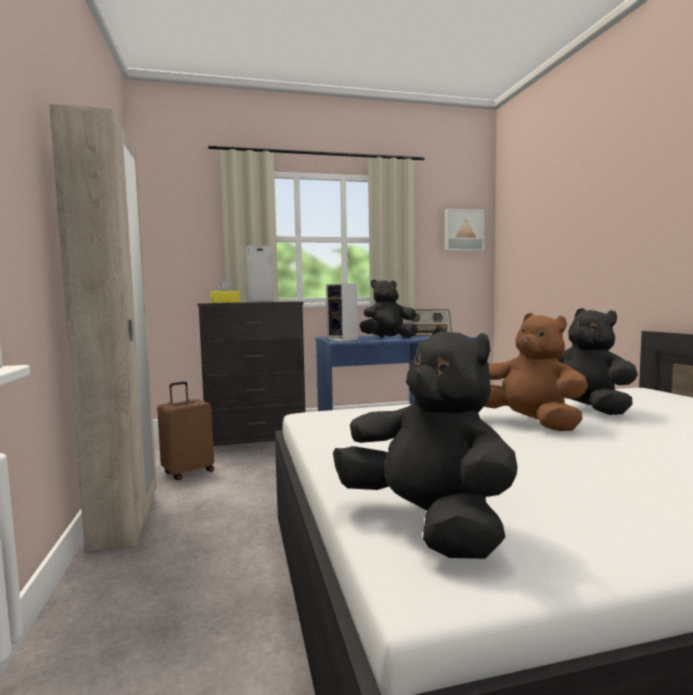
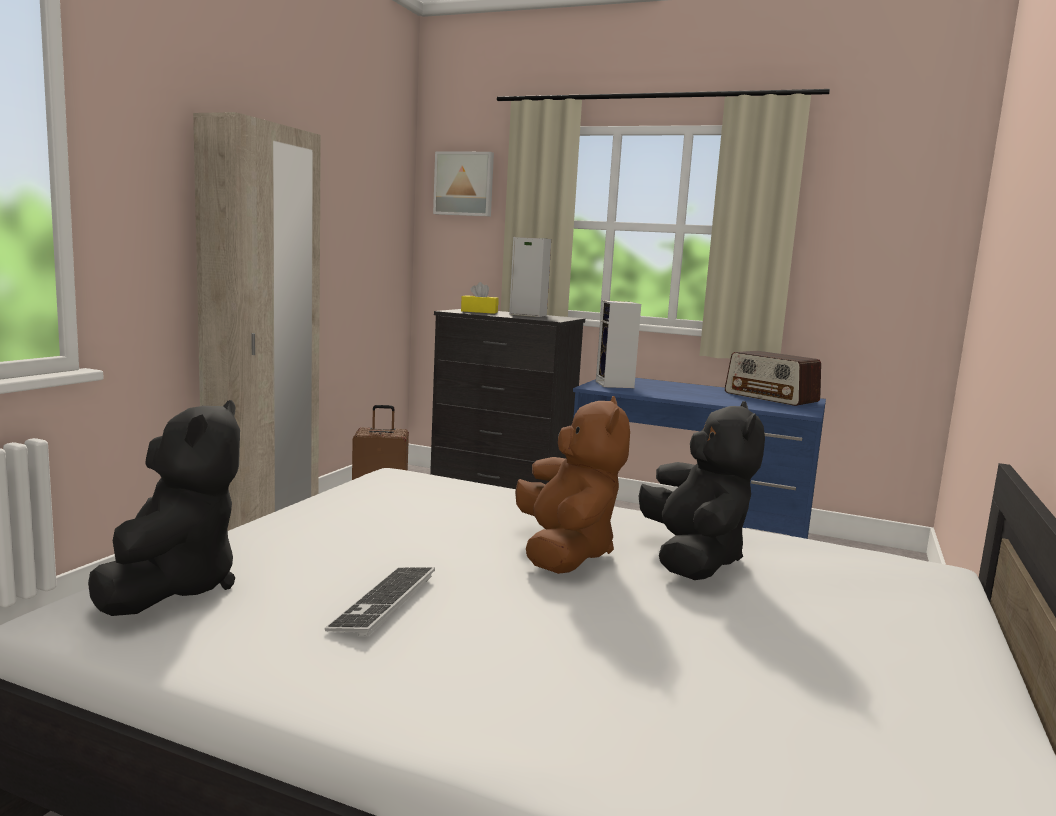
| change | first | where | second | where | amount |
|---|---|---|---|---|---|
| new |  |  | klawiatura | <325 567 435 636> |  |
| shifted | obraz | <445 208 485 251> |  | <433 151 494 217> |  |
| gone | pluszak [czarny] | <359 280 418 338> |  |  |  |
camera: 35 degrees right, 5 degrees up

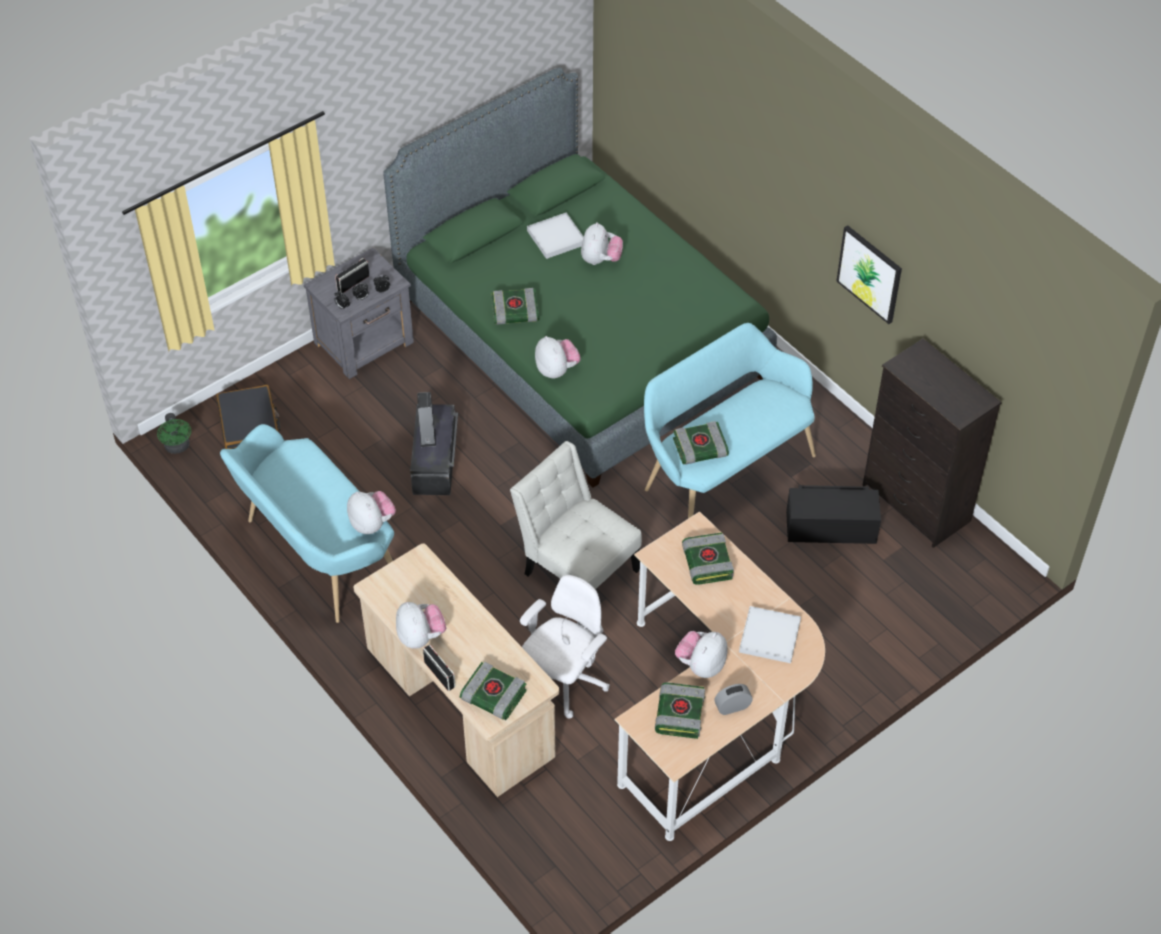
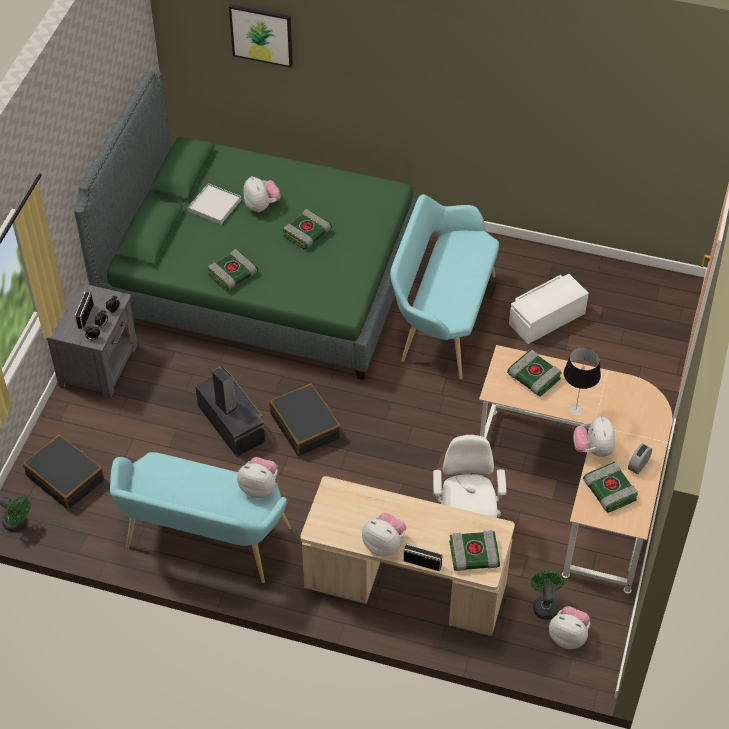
| change | first | where | second | where | amount |
|---|---|---|---|---|---|
| shifted | obraz | <836 225 902 324> |  | <229 4 293 68> |  |
| new |  |  | walizka [czarny] | <269 383 341 456> |  |
| shifted | książka | <673 421 729 465> |  | <283 209 332 250> |  |
| repainted | pojemnik do przechowywania [czarny] | <786 485 881 544> | pojemnik do przechowywania [biały] | <509 274 589 344> |  |
| new |  |  | wentylator [zielony] | <531 571 564 620> |  |
| shifted | pluszak | <535 336 581 379> |  | <549 606 590 649> |  |
| new |  |  | lampa stołowa | <564 347 601 415> |  |
| gone | krzesło [biały] | <510 441 642 589> |  |  |  |
| gone | taca [biały] | <739 606 801 663> |  |  |  |
| gone | komoda [czarny] | <863 338 1002 548> |  |  |  |
camera: 35 degrees left, 0 degrees up

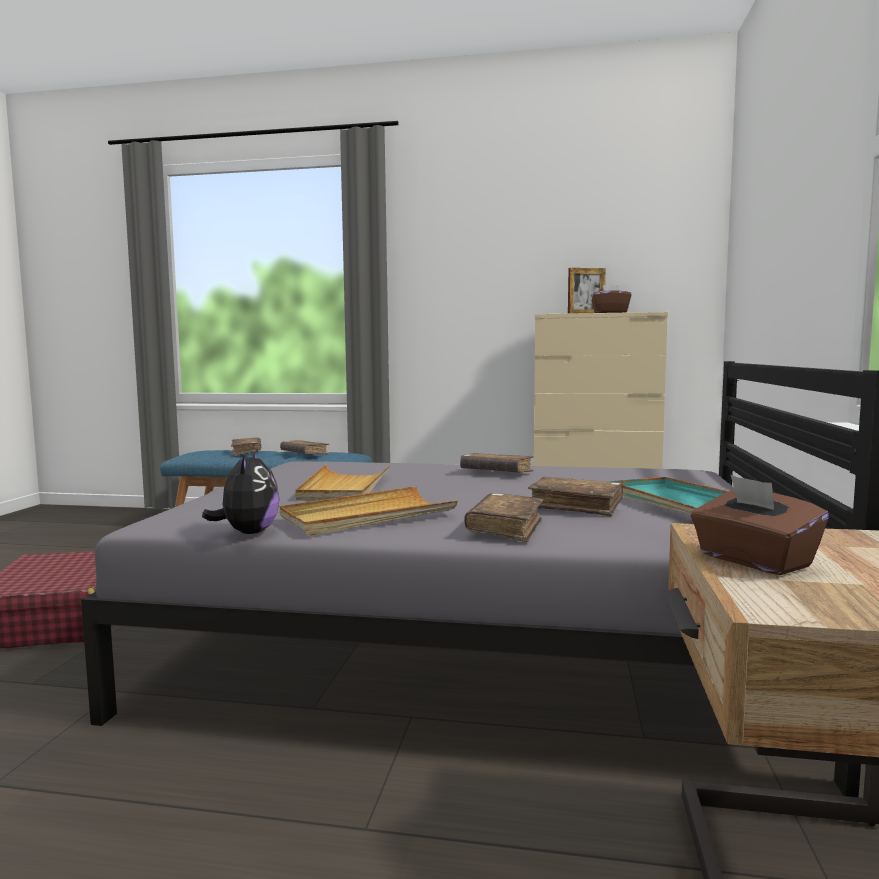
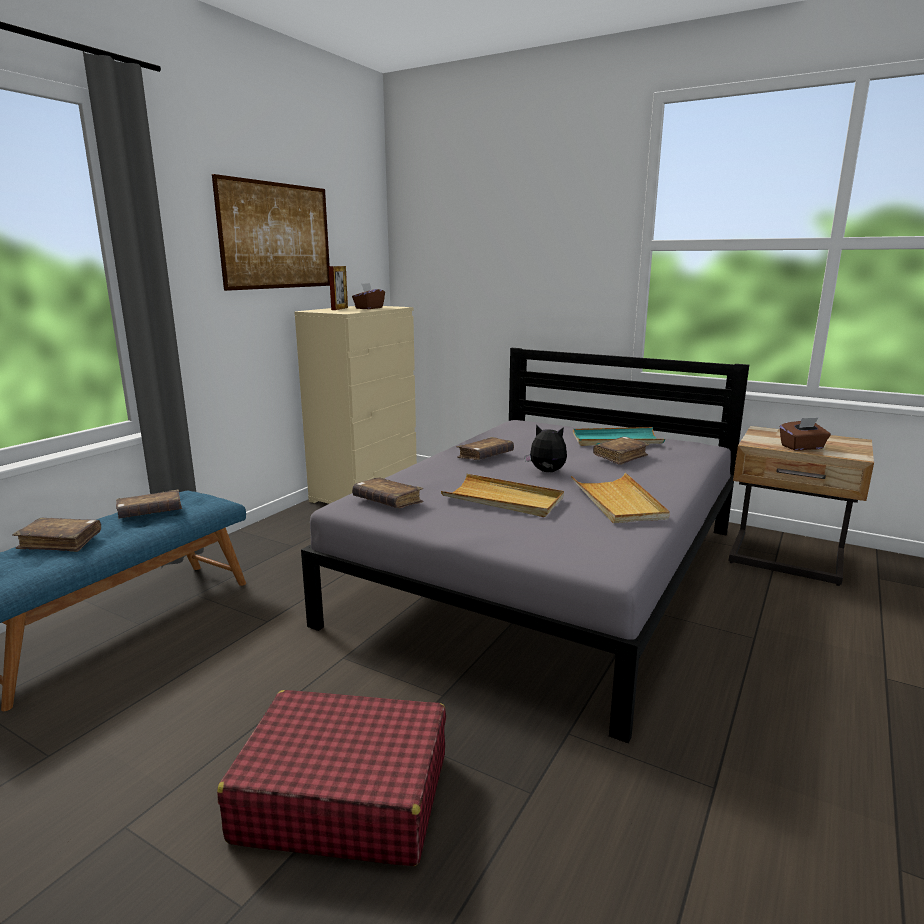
| change | first | where | second | where | amount |
|---|---|---|---|---|---|
| new |  |  | obraz | <212 174 330 291> |  |
| shifted | książka [brązowy] | <464 493 543 542> |  | <352 477 423 508> |  |
| shifted | pluszak | <202 448 279 534> |  | <525 425 567 472> |  |
camera: 70 degrees left, 10 degrees up

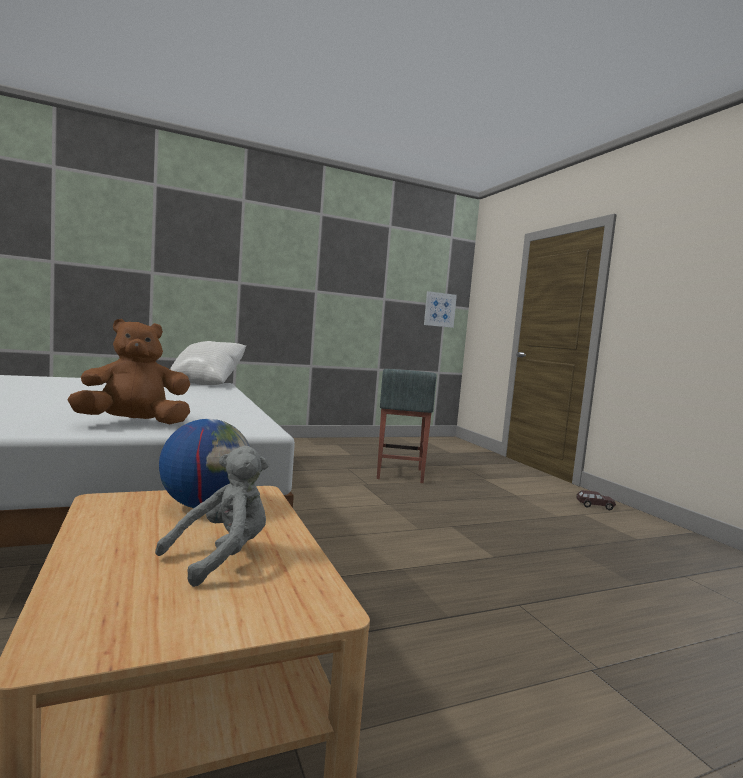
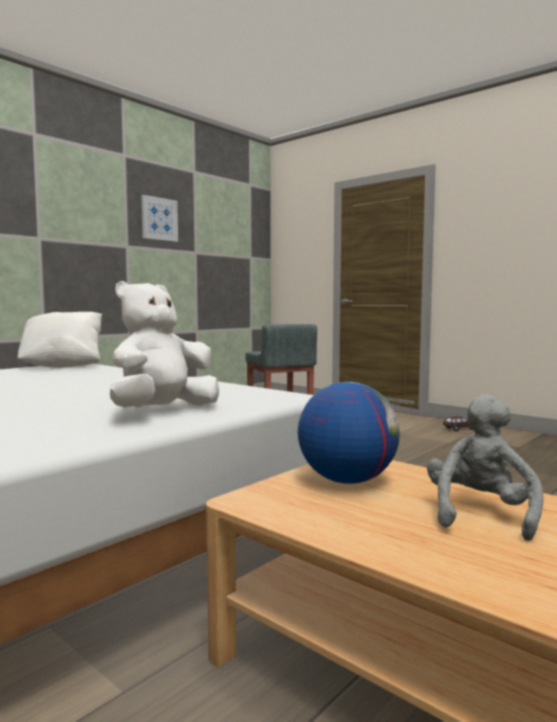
| change | first | where | second | where | amount |
|---|---|---|---|---|---|
| repainted | pluszak [brązowy] | <68 319 190 424> | pluszak [biały] | <110 281 219 408> |  |
| shifted | obraz | <424 291 457 328> |  | <141 195 178 242> |  |
camera: 25 degrees left, 0 degrees up

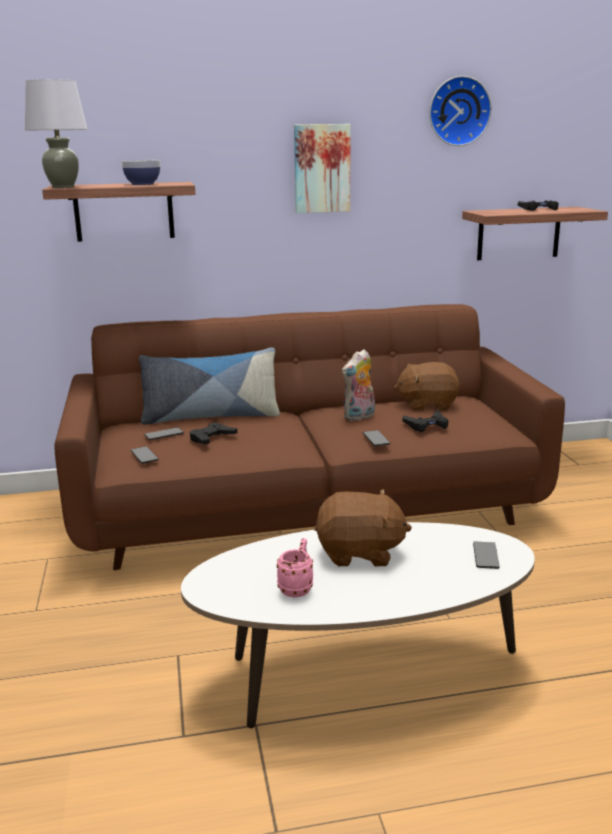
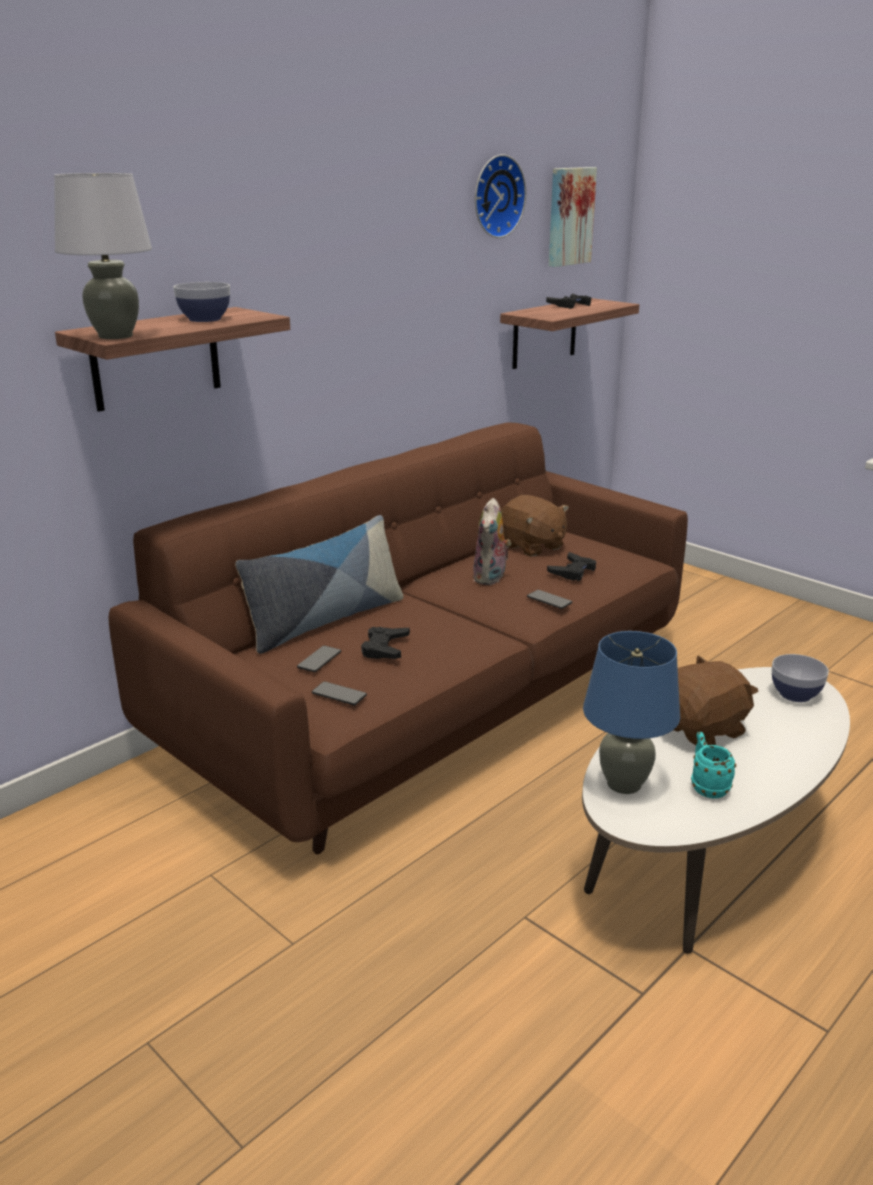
| change | first | where | second | where | amount |
|---|---|---|---|---|---|
| rotated | pluszak [brązowy] | <394 362 459 411> |  | <501 495 569 557> | 90 degrees counterclockwise |
| shifted | obraz | <294 124 351 213> |  | <549 167 597 267> |  |
| new |  |  | lampa stołowa [niebieski] | <583 631 680 794> |  |
| repainted | kubek [różowy] | <277 538 313 598> | kubek [turkusowy] | <691 732 736 799> |  |
| swapped | telefon | <473 542 500 569> | miska | <772 654 829 702> |  |
camera: 35 degrees left, 5 degrees up

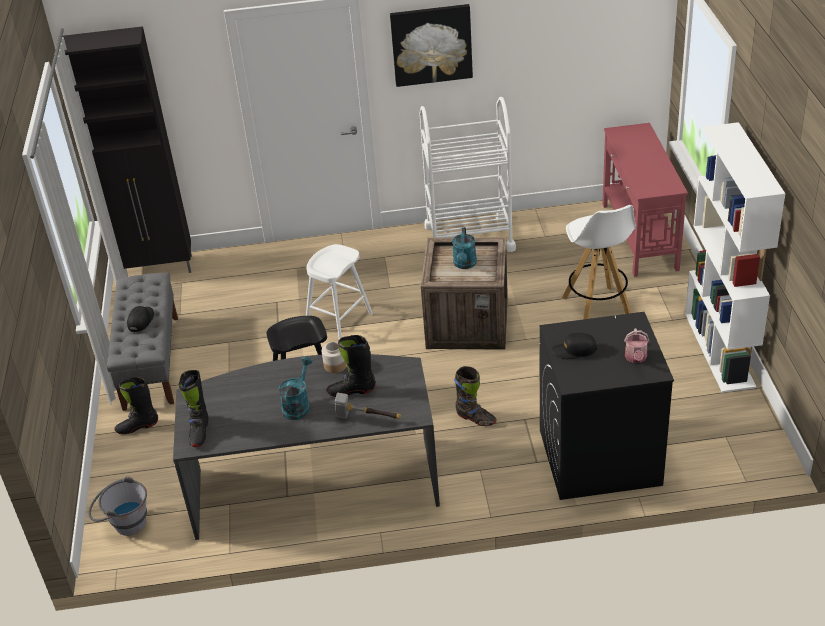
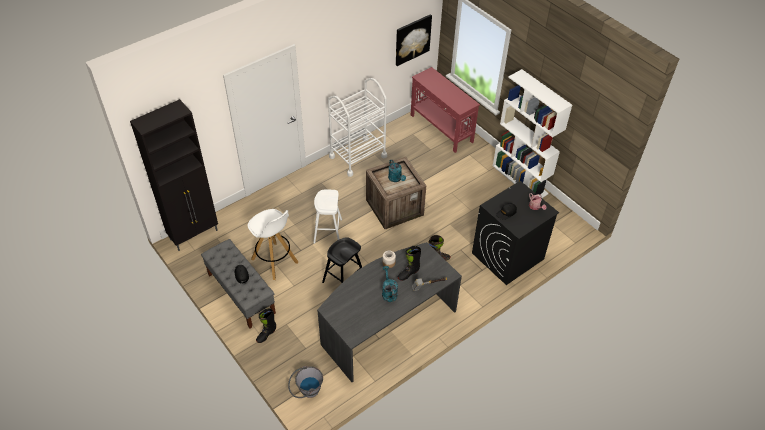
| change | first | where | second | where | amount |
|---|---|---|---|---|---|
| shifted | stołek [biały] | <562 205 636 319> |  | <248 209 298 280> |  |
| shifted | obraz | <390 4 473 87> |  | <396 14 432 66> |  |
| gone | but z cholewką [czarny] | <178 370 209 447> |  |  |  |
camera: 35 degrees left, 10 degrees up

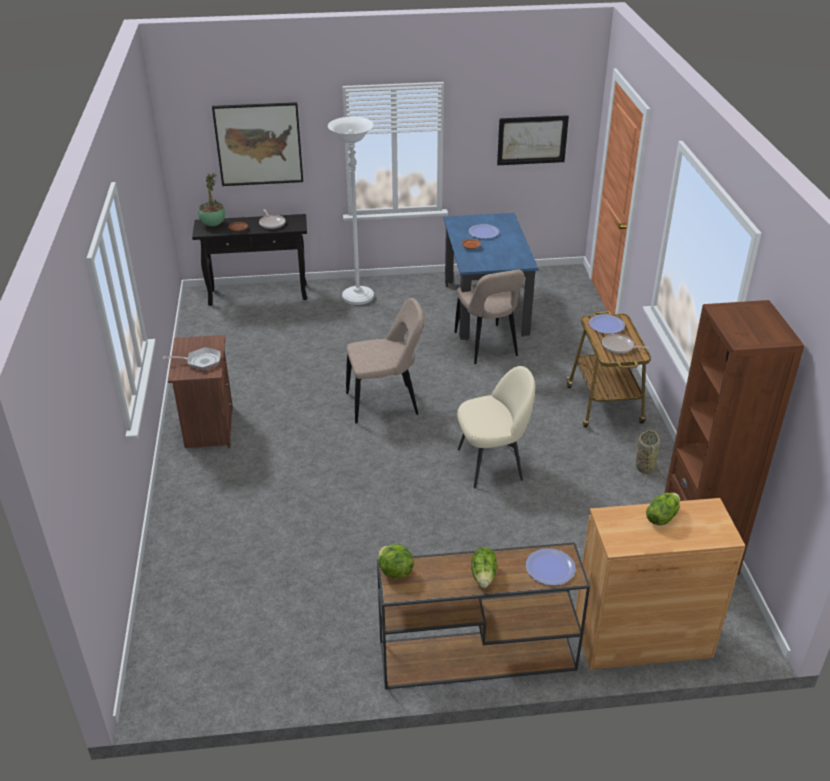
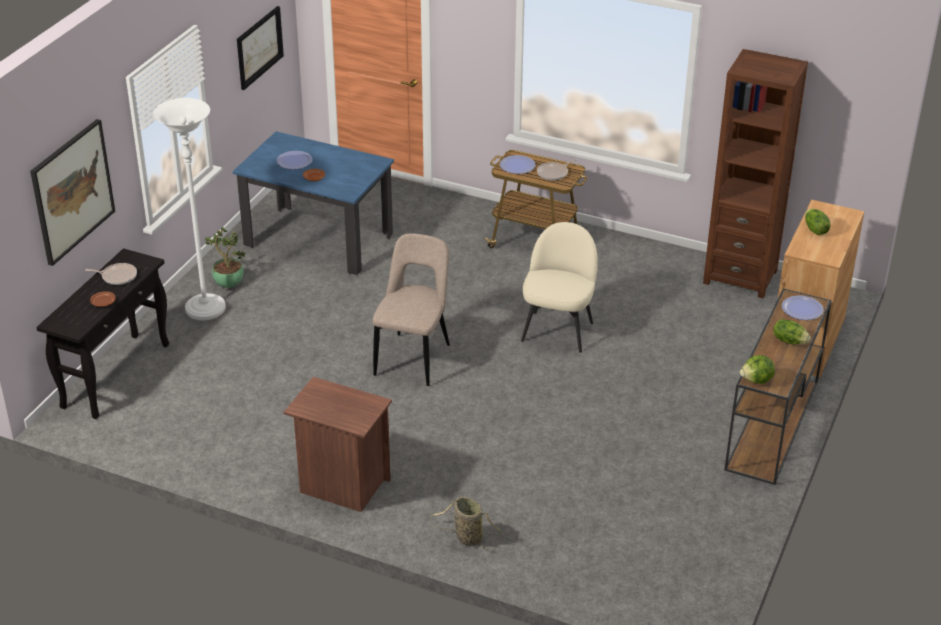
| change | first | where | second | where | amount |
|---|---|---|---|---|---|
| shifted | roślina doniczkowa | <198 173 225 226> |  | <205 227 246 288> |  |
| shifted | koszyk | <636 430 666 483> |  | <430 497 501 550> |  |
| gone | patelnia | <163 347 221 370> |  |  |  |
| gone | krzesło [beżowy] | <454 270 525 364> |  |  |  |
camera: 60 degrees left, 0 degrees up

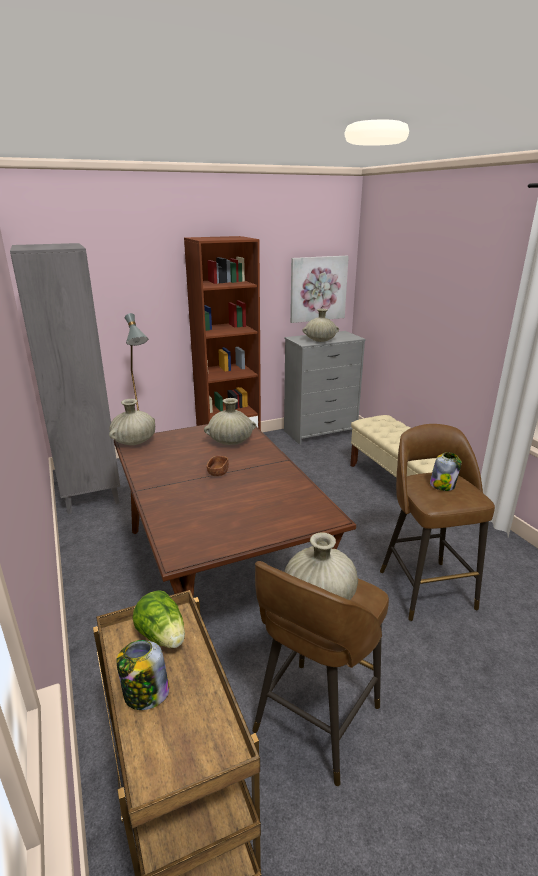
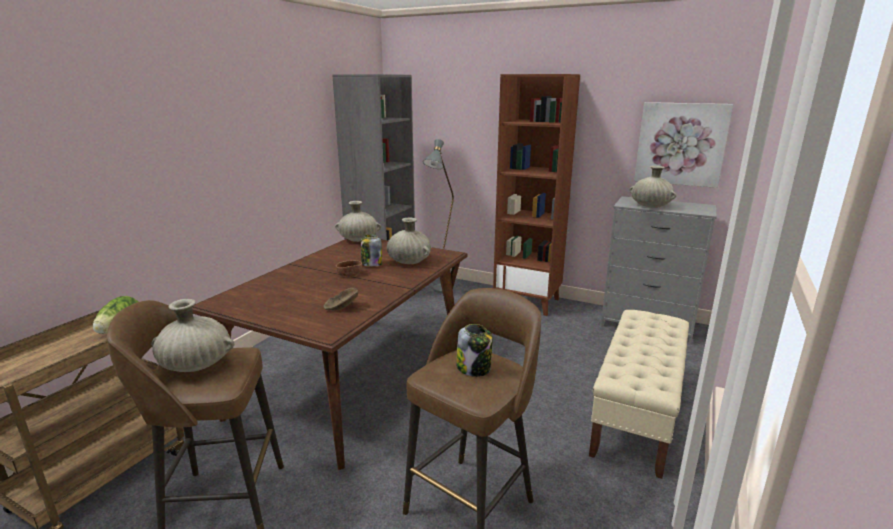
| change | first | where | second | where | amount |
|---|---|---|---|---|---|
| new |  |  | miska [brązowy] | <323 288 359 310> |  |
| shifted | słoik | <116 640 169 710> |  | <361 234 382 267> |  |
camera: 50 degrees right, 5 degrees down

